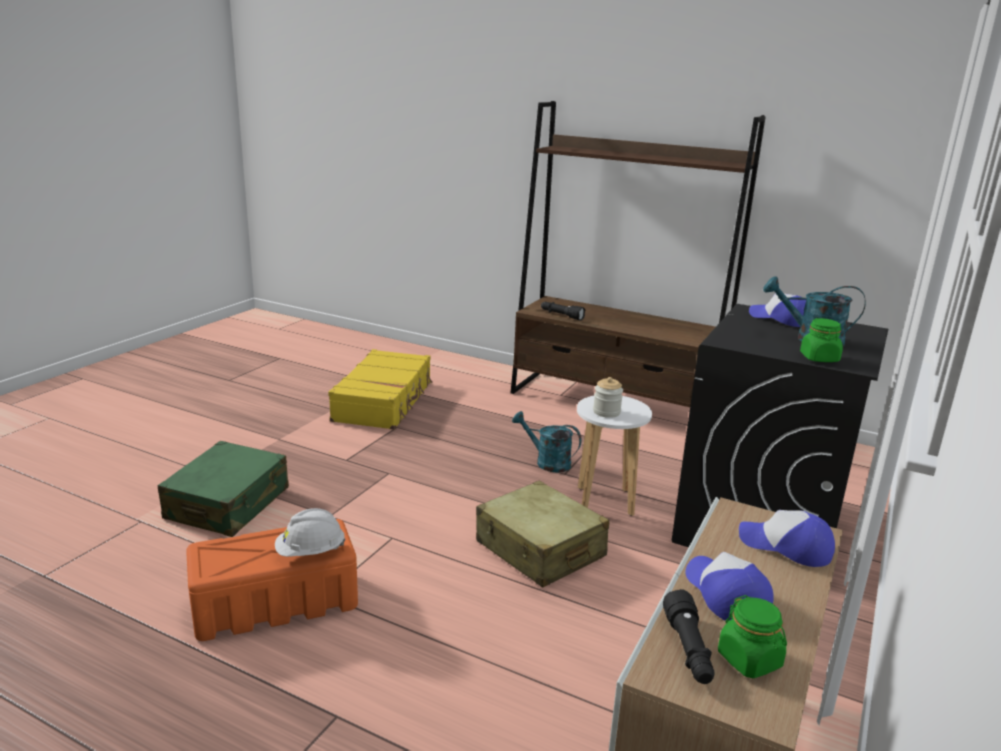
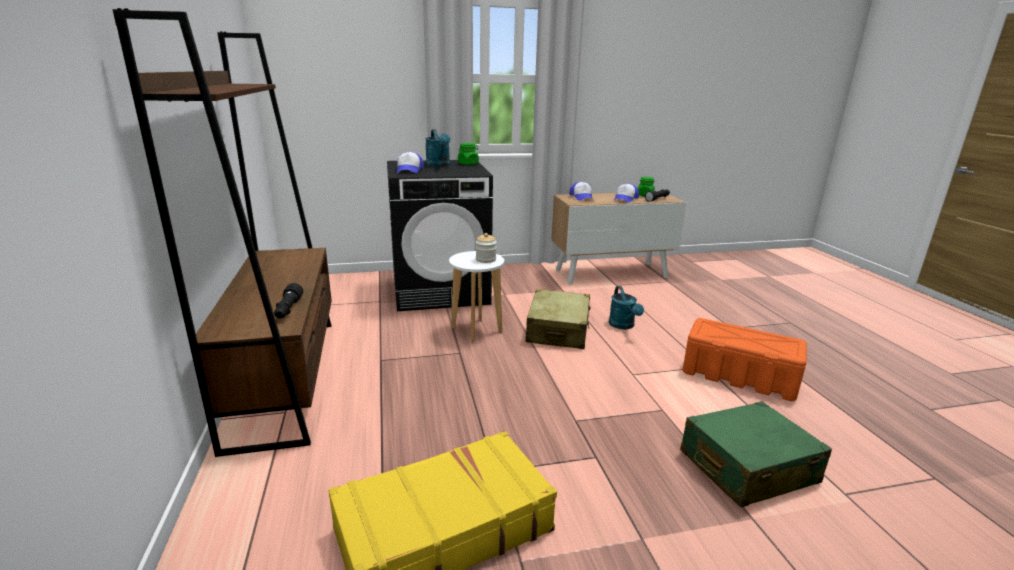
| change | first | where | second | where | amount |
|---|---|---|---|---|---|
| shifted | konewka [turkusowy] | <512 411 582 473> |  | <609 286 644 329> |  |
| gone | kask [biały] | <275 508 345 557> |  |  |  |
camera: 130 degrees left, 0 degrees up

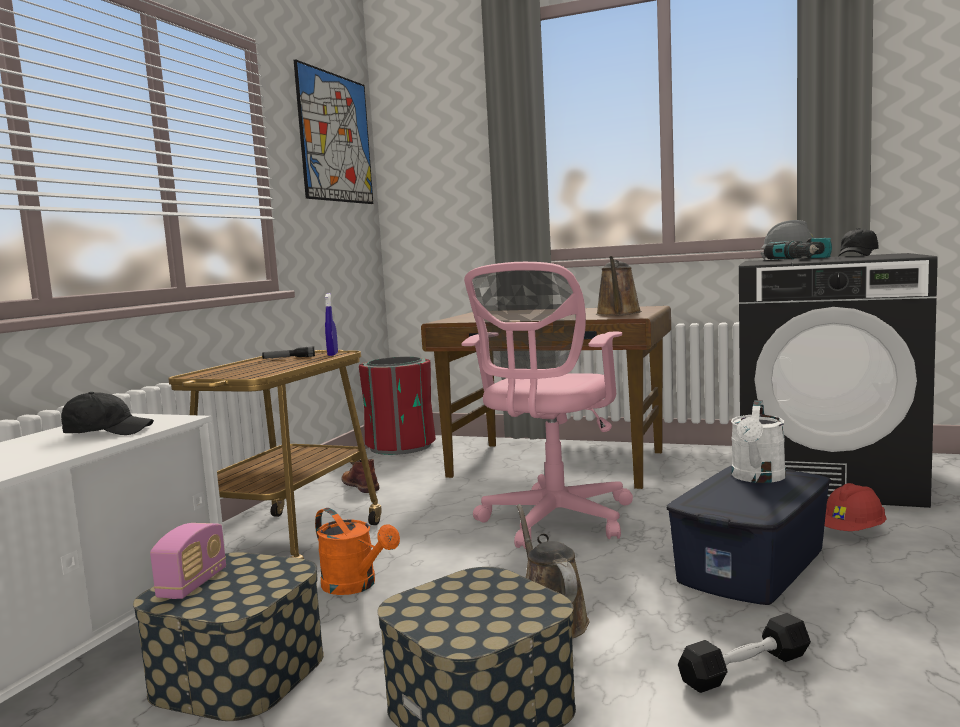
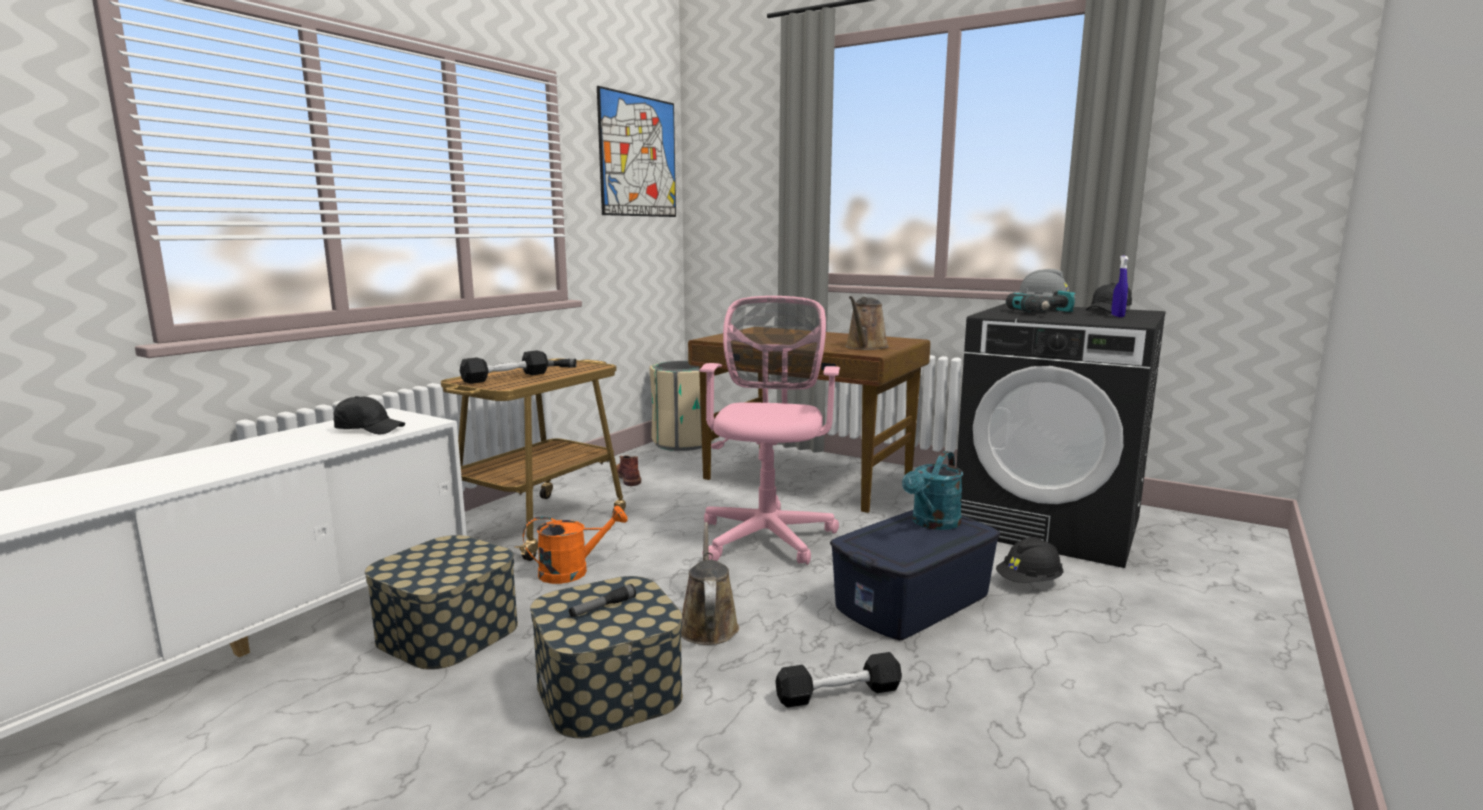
| change | first | where | second | where | amount |
|---|---|---|---|---|---|
| new |  |  | hantel [czarny] | <460 350 548 384> |  |
| rotated | konewka [pomarańczowy] | <315 508 400 595> |  | <523 505 628 584> | 75 degrees counterclockwise |
| new |  |  | latarka | <569 584 636 617> |  |
| repainted | kosz na śmieci [czerwony] | <359 357 436 455> | kosz na śmieci [beżowy] | <649 361 714 451> |  |
| rotated | krzesło biurowe [różowy] | <461 262 633 549> |  | <699 296 840 565> | 150 degrees clockwise |
| repainted | konewka [biały] | <731 400 786 483> | konewka [turkusowy] | <902 451 963 530> |  |
| repainted | kask [czerwony] | <824 483 887 531> | kask [czarny] | <996 537 1063 583> |  |
| shifted | spryskiwacz [niebieski] | <325 293 338 356> |  | <1111 255 1128 317> |  |
| gone | radio | <150 523 226 599> |  |  |  |
camera: 10 degrees right, 5 degrees up

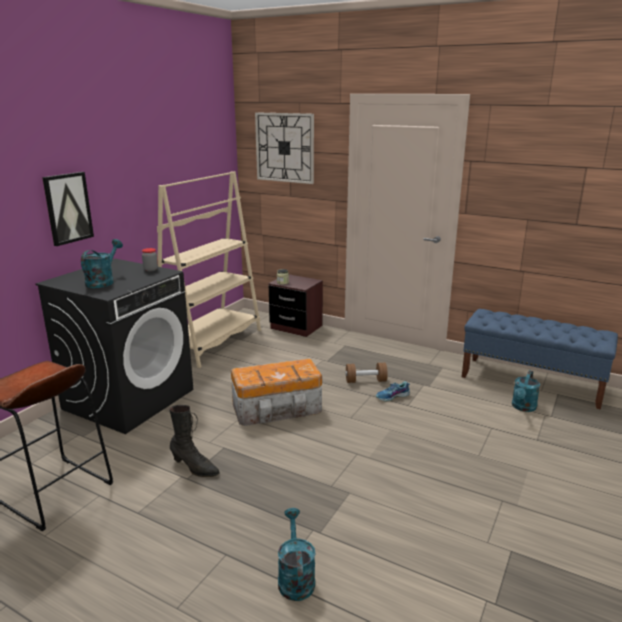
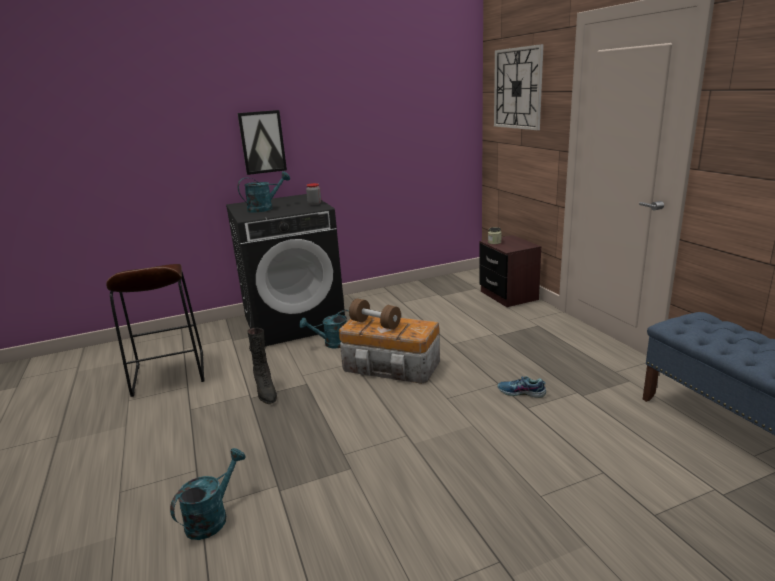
| change | first | where | second | where | amount |
|---|---|---|---|---|---|
| shifted | konewka [turkusowy] | <512 370 540 412> |  | <299 310 349 348> |  |
| shifted | hantel [brązowy] | <346 363 388 383> |  | <349 299 401 330> |  |
| gone | regał [beżowy] | <157 171 261 368> |  |  |  |
camera: 40 degrees right, 0 degrees up

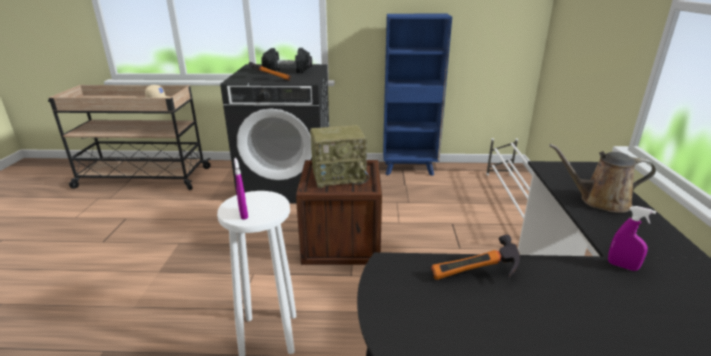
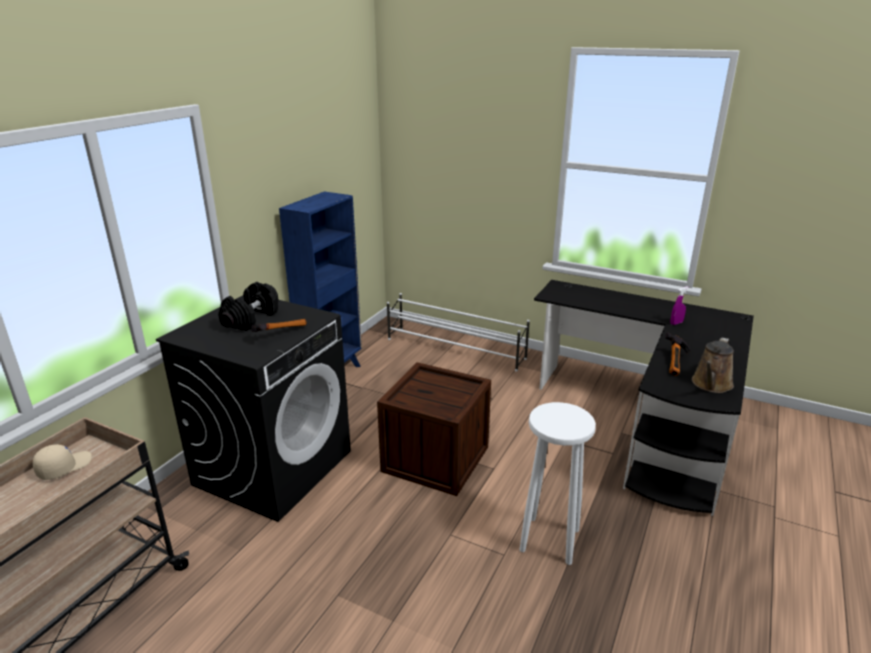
| change | first | where | second | where | amount |
|---|---|---|---|---|---|
| shifted | konewka [brązowy] | <549 144 656 213> |  | <692 338 734 393> |  |
| gone | spryskiwacz [fioletowy] | <234 158 248 220> |  |  |  |
| gone | radio | <310 125 369 188> |  |  |  |
camera: 65 degrees left, 0 degrees up

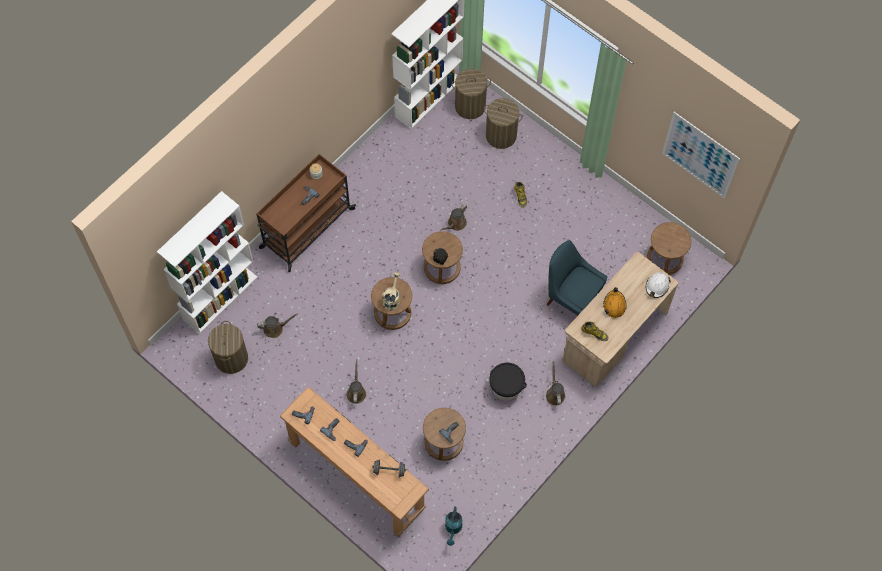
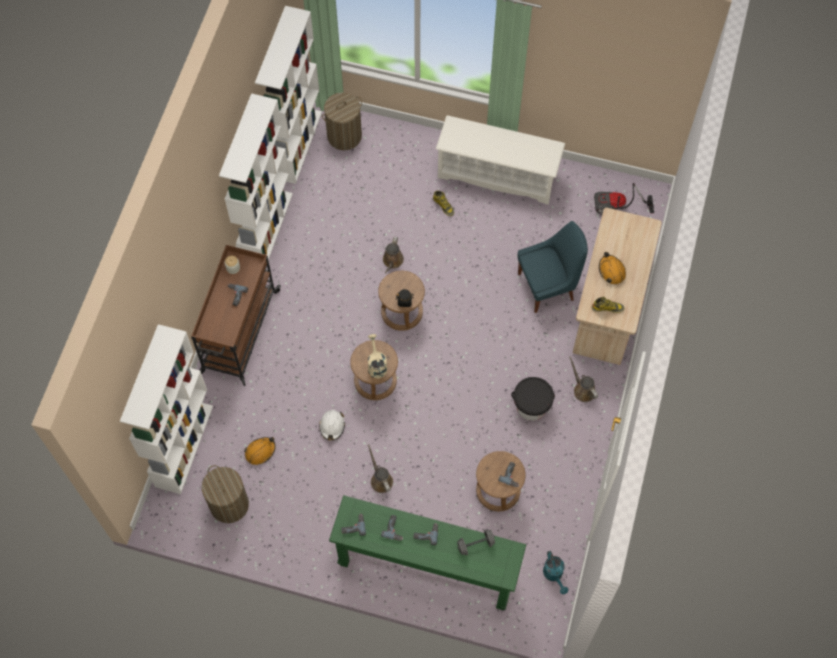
| change | first | where | second | where | amount |
|---|---|---|---|---|---|
| new |  |  | regał [biały] | <219 93 293 260> |  |
| swapped | konewka [brązowy] | <257 313 298 338> | kask [pomarańczowy] | <244 437 276 465> |  |
| shifted | kask [biały] | <646 272 671 298> |  | <319 410 345 441> |  |
| repainted | stolik konsolowy [brązowy] | <280 387 429 537> | stolik konsolowy [zielony] | <329 495 526 610> |  |
| new |  |  | regał na buty [biały] | <436 115 565 205> |  |
| rotated | krzesło [niebieski] | <547 240 607 317> |  | <518 221 588 313> | 150 degrees clockwise |
| swapped | stołek [brązowy] | <647 222 691 275> | odkurzacz | <594 183 654 214> |  |
| gone | kosz na pranie | <484 98 523 149> |  |  |  |
| gone | obraz | <662 112 740 199> |  |  |  |
camera: 25 degrees left, 0 degrees up

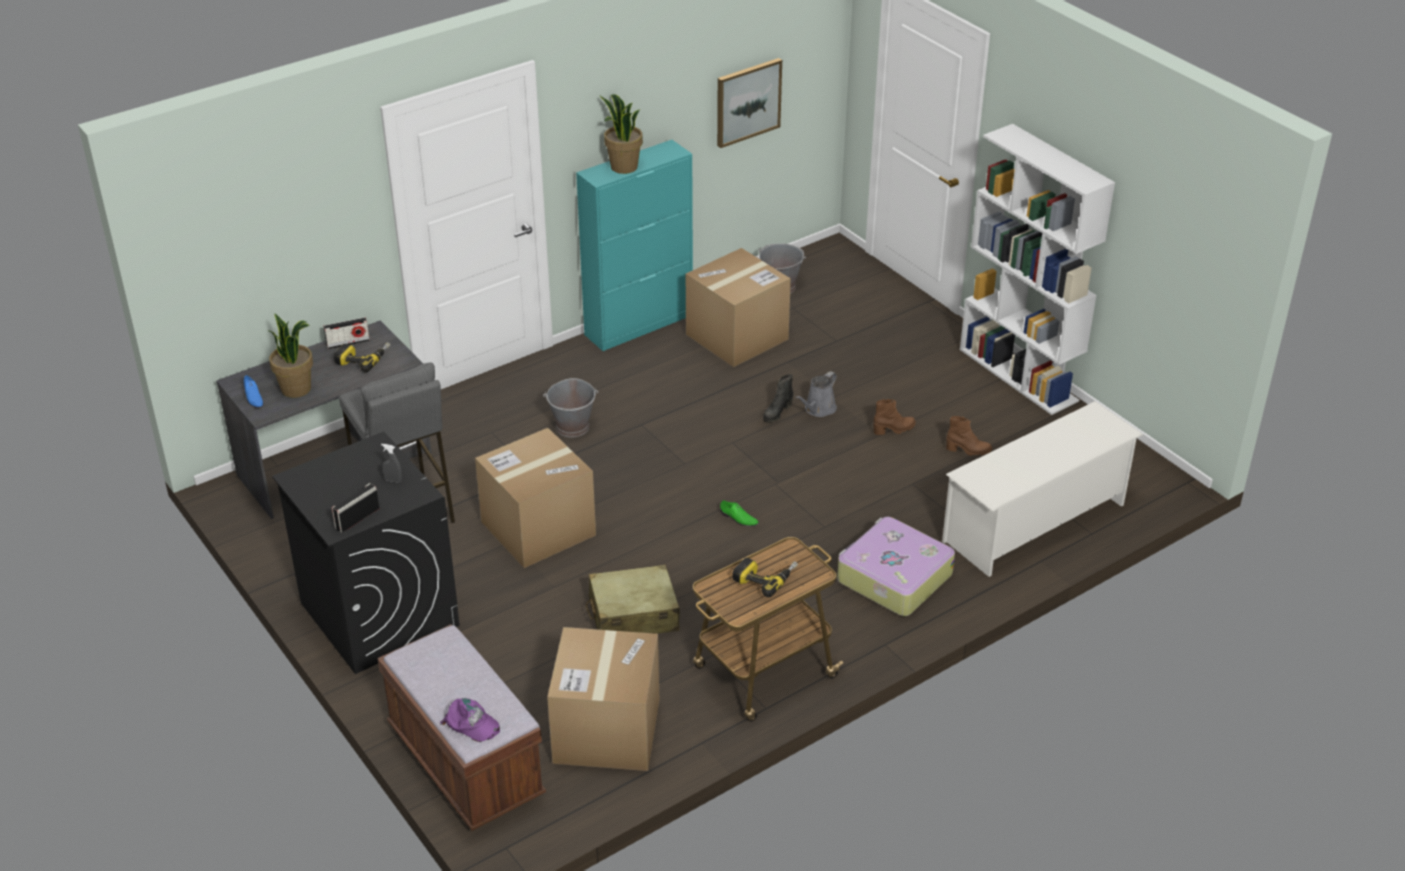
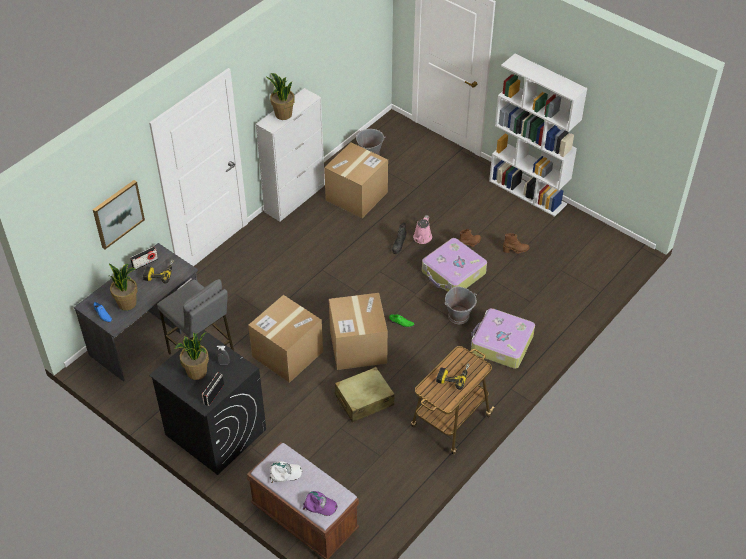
| change | first | where | second | where | amount |
|---|---|---|---|---|---|
| shifted | obraz | <717 58 782 148> |  | <93 180 145 249> |  |
| new |  |  | roślina doniczkowa | <175 332 209 380> |  |
| repainted | szafka [turkusowy] | <576 140 693 351> | szafka [biały] | <256 88 325 222> |  |
| new |  |  | czapka z daszkiem [biały] | <270 461 302 483> |  |
| shifted | karton | <547 627 659 771> |  | <329 293 388 370> |  |
| repainted | konewka [szary] | <795 371 837 417> | konewka [różowy] | <413 215 432 244> |  |
| new |  |  | walizka | <422 238 487 292> |  |
| shifted | wiadro [szary] | <543 378 598 438> |  | <445 286 477 324> |  |
| gone | regał na buty [biały] | <942 401 1143 577> |  |  |  |
camera: 15 degrees left, 10 degrees up

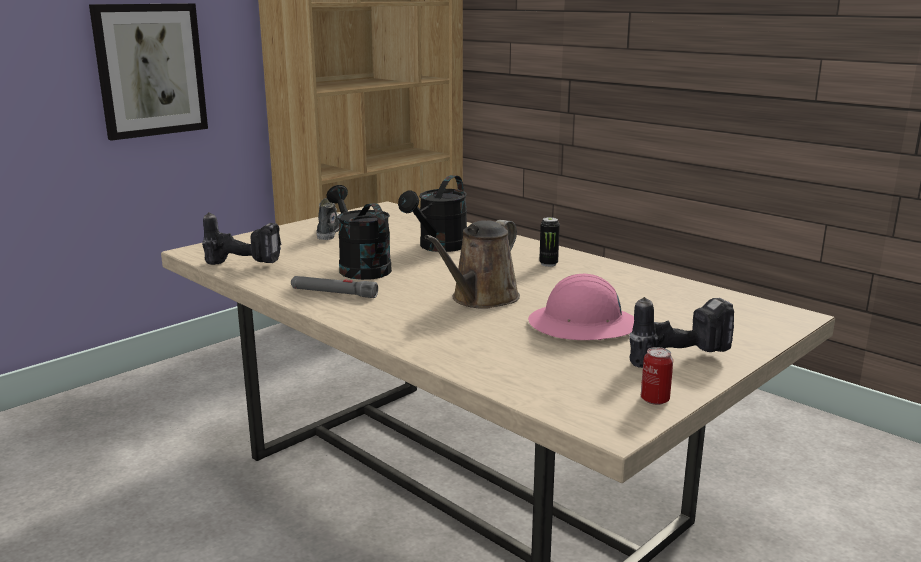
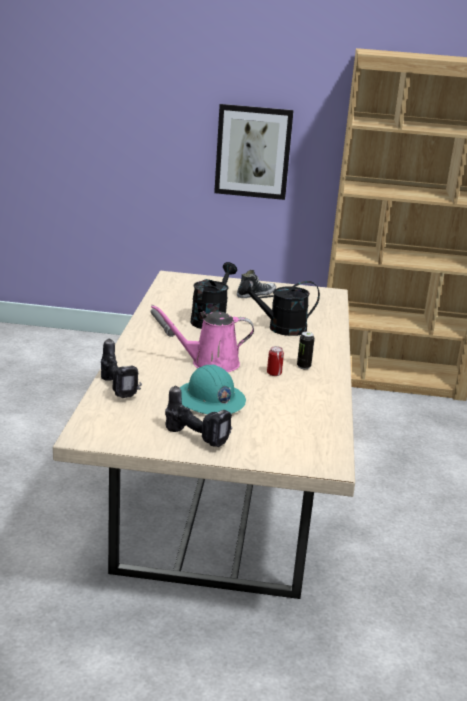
| change | first | where | second | where | amount |
|---|---|---|---|---|---|
| shifted | wiertarka | <202 212 281 265> |  | <101 338 142 398> |  |
| repainted | konewka [brązowy] | <425 220 520 309> | konewka [różowy] | <151 305 254 372> |  |
| repainted | kask [różowy] | <528 274 634 340> | kask [turkusowy] | <180 364 246 414> |  |
| shifted | puszka | <641 347 673 405> |  | <267 346 284 376> |  |
camera: 50 degrees right, 5 degrees up

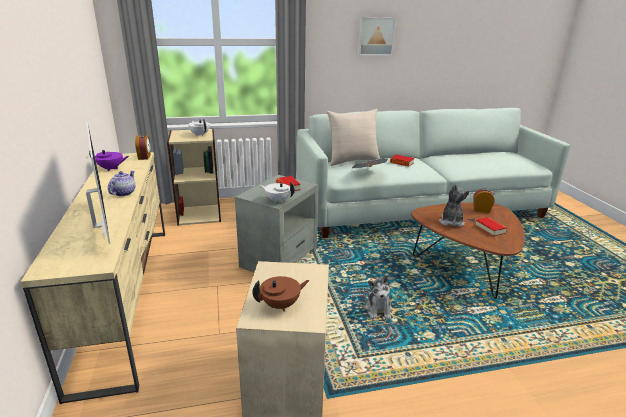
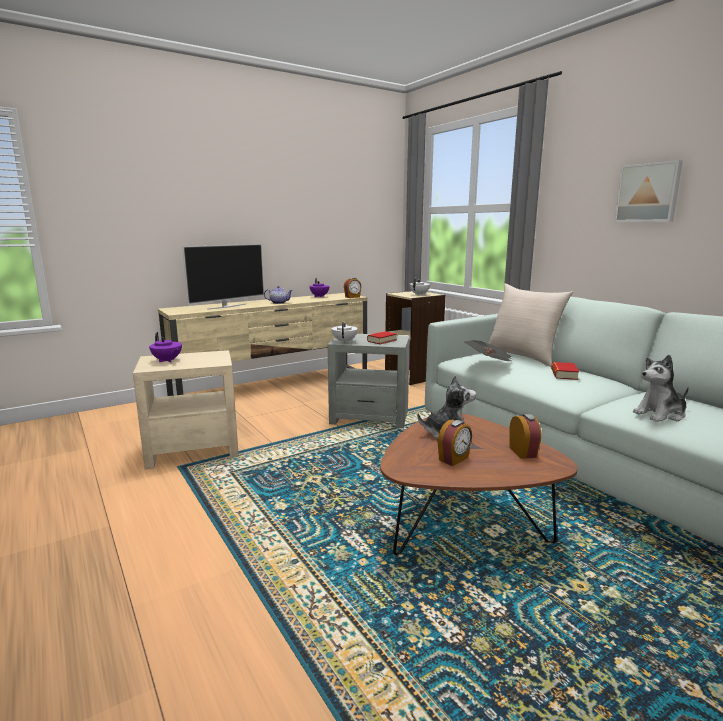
| change | first | where | second | where | amount |
|---|---|---|---|---|---|
| repainted | imbryk [brązowy] | <252 276 309 312> | imbryk [fioletowy] | <149 332 182 362> |  |
| swapped | książka | <475 217 507 237> | budzik | <438 420 472 466> |  |
| shifted | pluszak | <365 276 393 319> |  | <633 355 689 422> |  |
camera: 70 degrees right, 10 degrees down

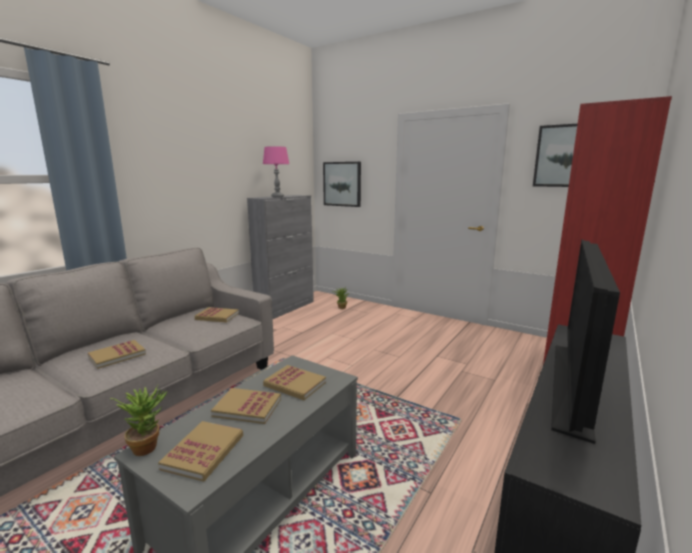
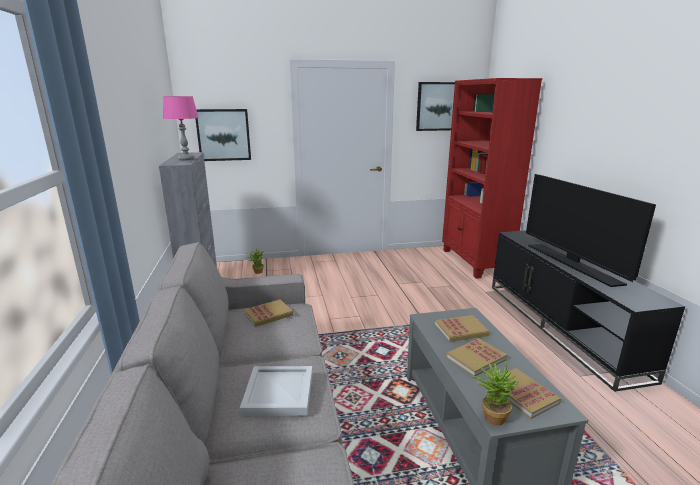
| change | first | where | second | where | amount |
|---|---|---|---|---|---|
| swapped | książka | <88 340 146 369> | taca [biały] | <240 366 313 416> |  |
camera: 45 degrees left, 5 degrees up

